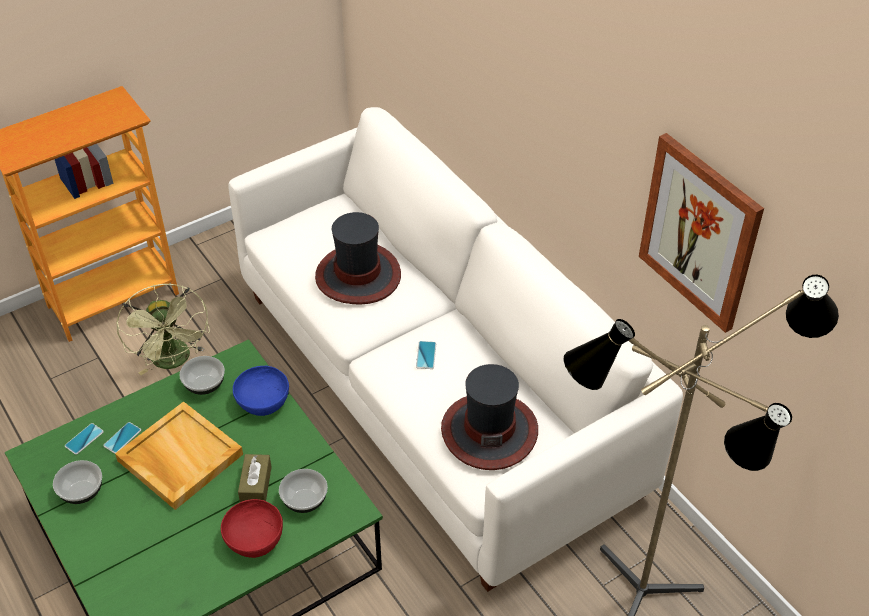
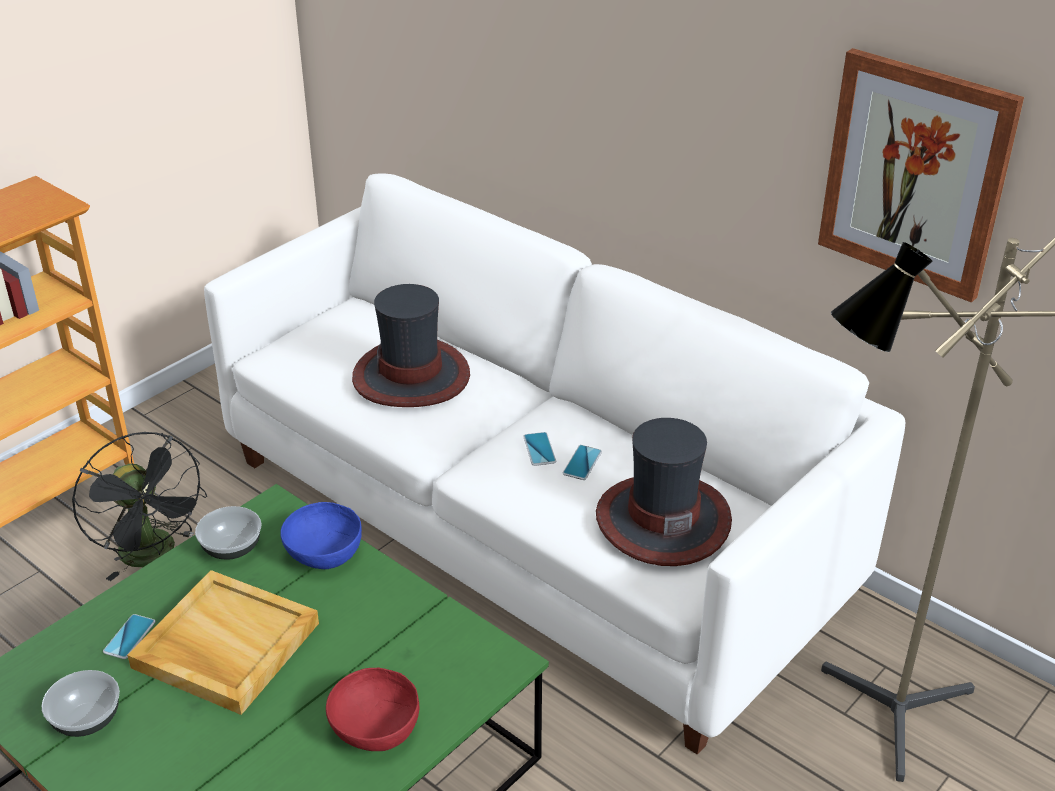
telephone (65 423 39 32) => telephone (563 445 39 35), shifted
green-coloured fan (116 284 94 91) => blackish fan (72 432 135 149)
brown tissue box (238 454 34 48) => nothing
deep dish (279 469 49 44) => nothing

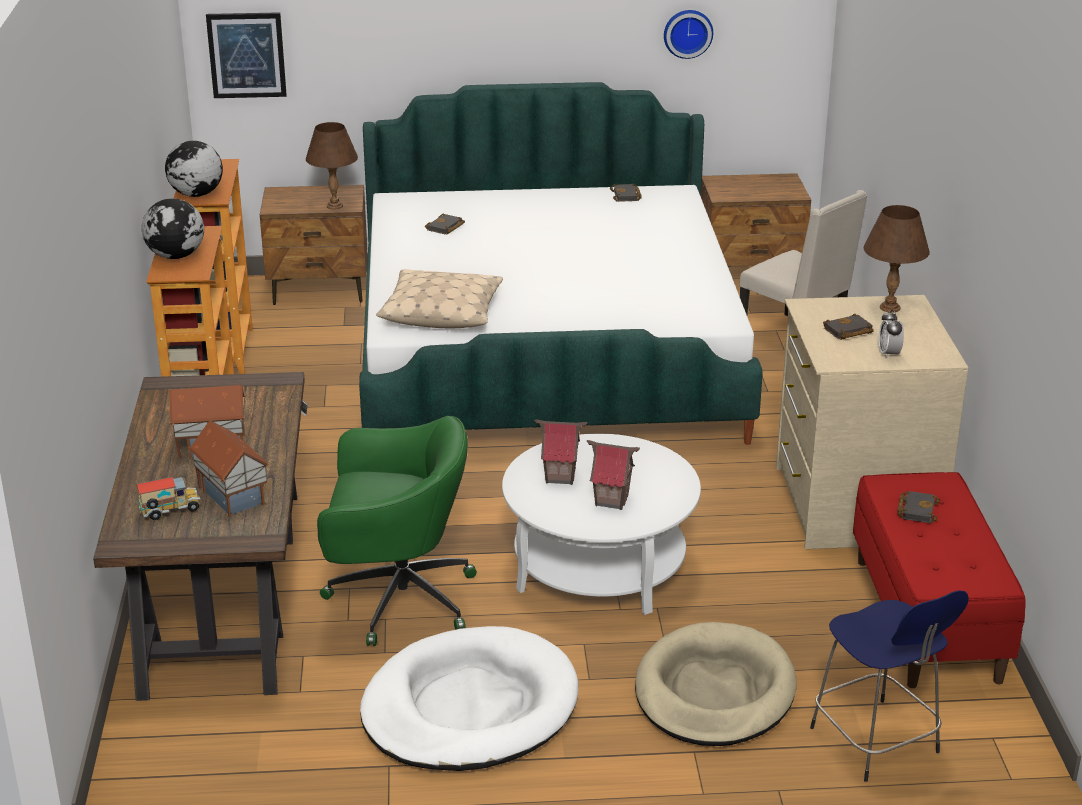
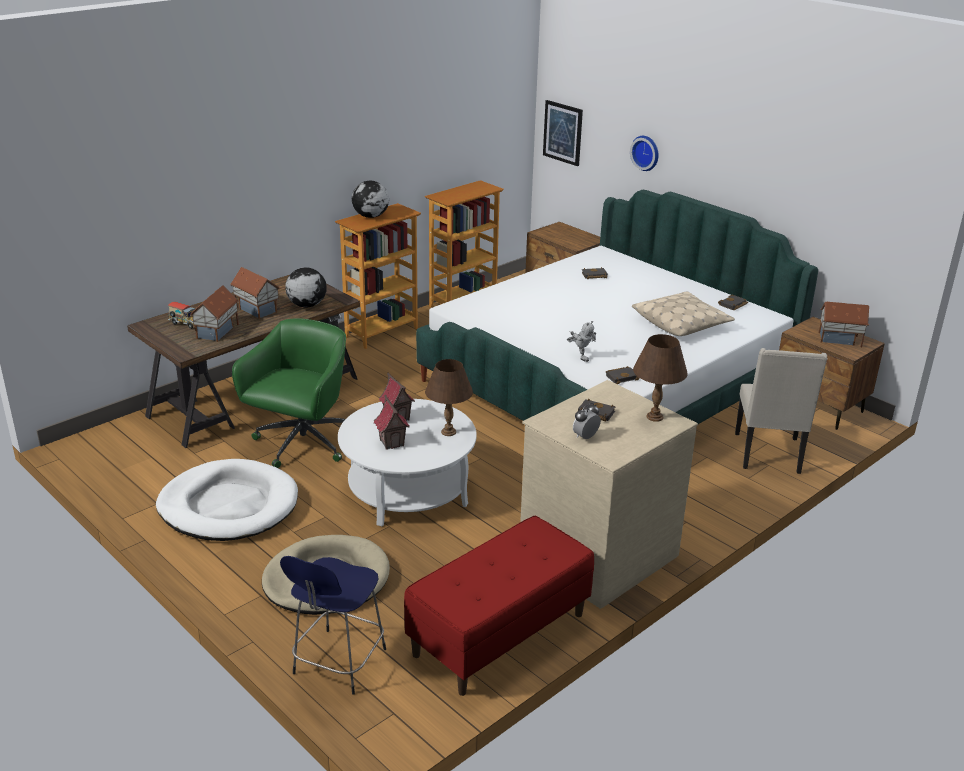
globe (165 141 58 56) => globe (285 267 42 41), shifted
brown table lamp (306 122 52 87) => brown table lamp (425 359 48 77), shifted
green-coloured office chair (317 416 160 230) => green-coloured office chair (232 318 114 150), 120 degrees counterclockwise
beige-coloured cushion (376 269 127 59) => beige-coloured cushion (632 291 103 45), shifted
wall clock (664 10 49 49) => wall clock (630 136 29 35), shifted
blackish book (897 491 43 32) => blackish book (606 366 34 18), shifted
nothing => model robot (567 321 29 41)
nothing => toy house (818 302 51 45)

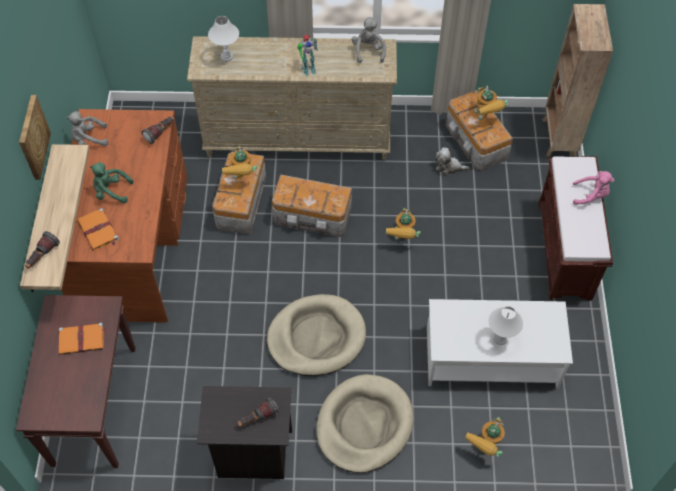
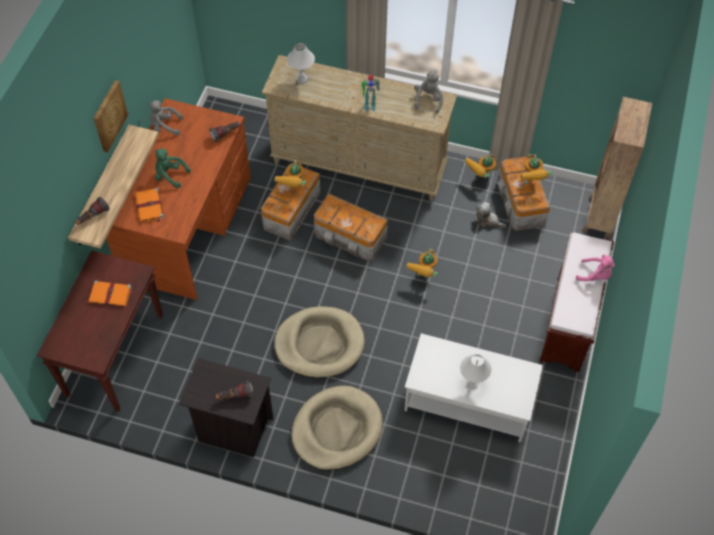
model robot (465 417 40 40) => model robot (465 154 32 24), shifted

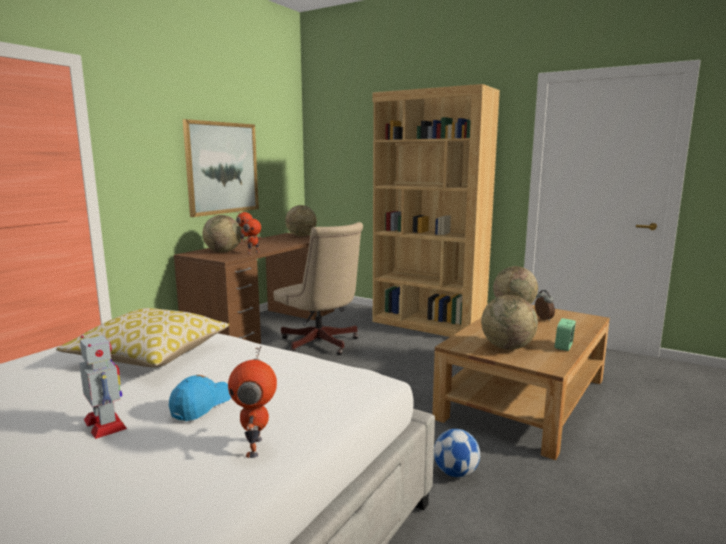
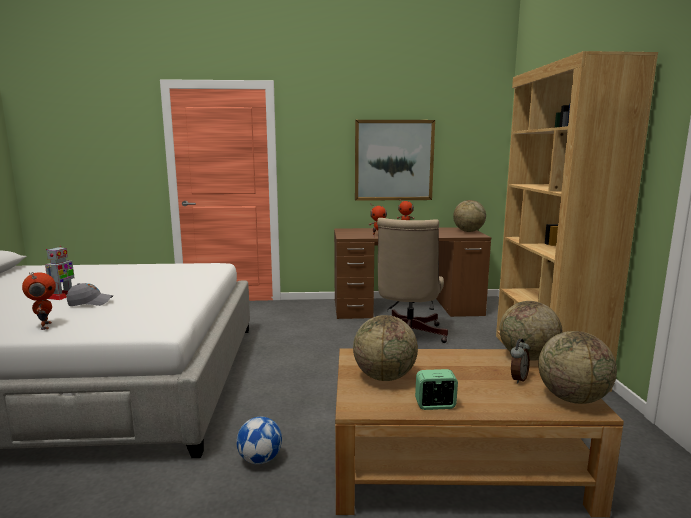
cushion (56 308 173 59) => nothing
blue-coloured baseball cap (169 375 62 46) => gray baseball cap (67 283 46 23)
globe (202 215 39 38) => globe (538 331 79 73), shifted
model robot (228 345 49 113) => model robot (22 272 34 58), 105 degrees clockwise

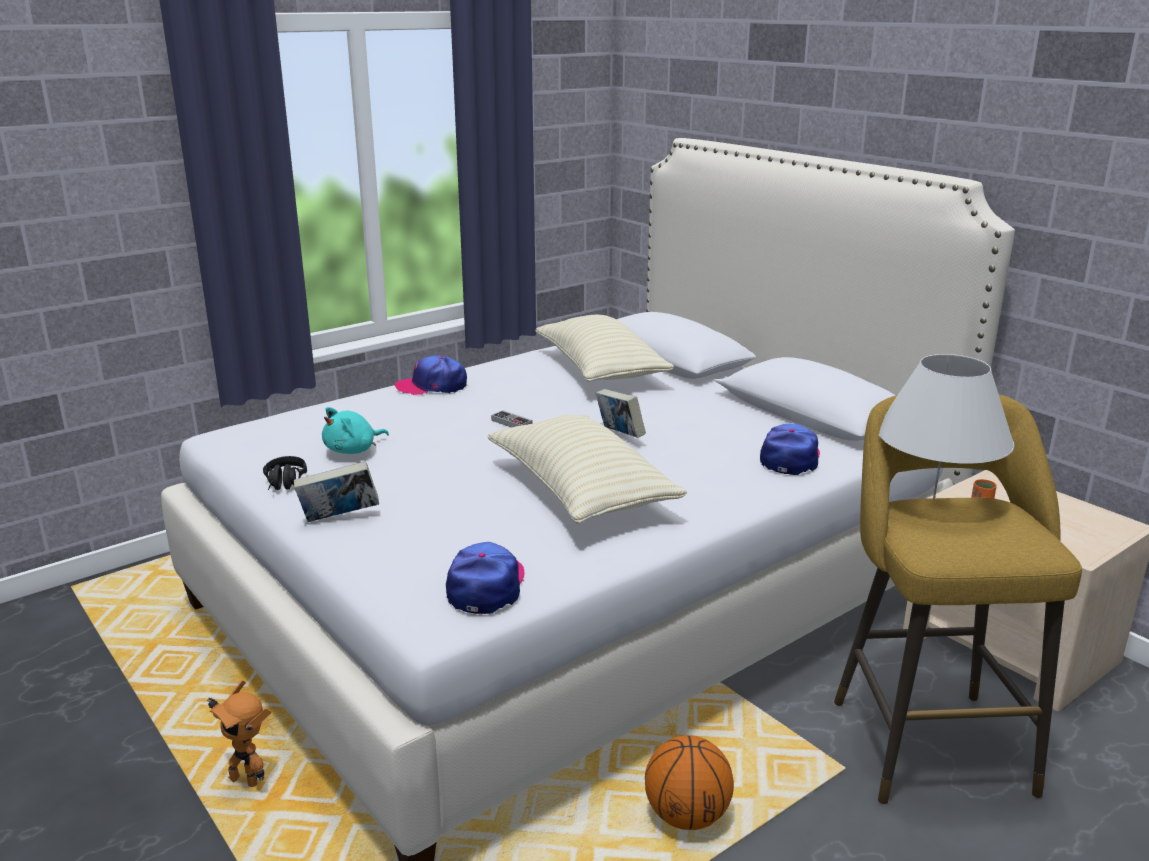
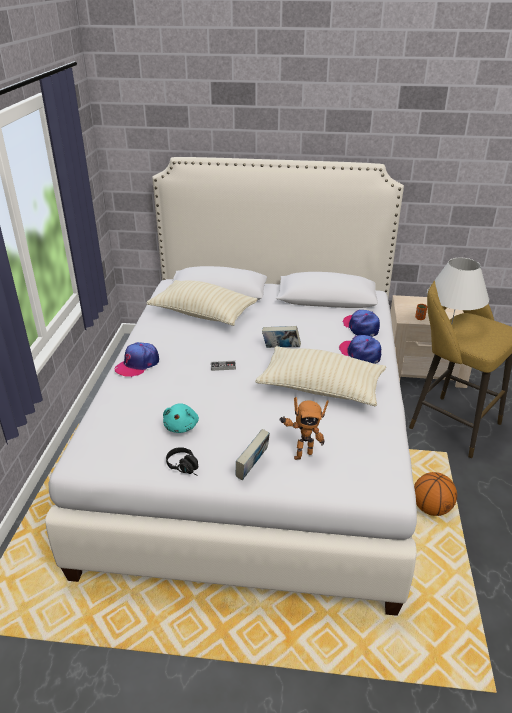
model robot (207 680 64 107) => model robot (279 397 50 63), shifted
baseball cap (446 542 79 72) => baseball cap (339 335 42 29), shifted

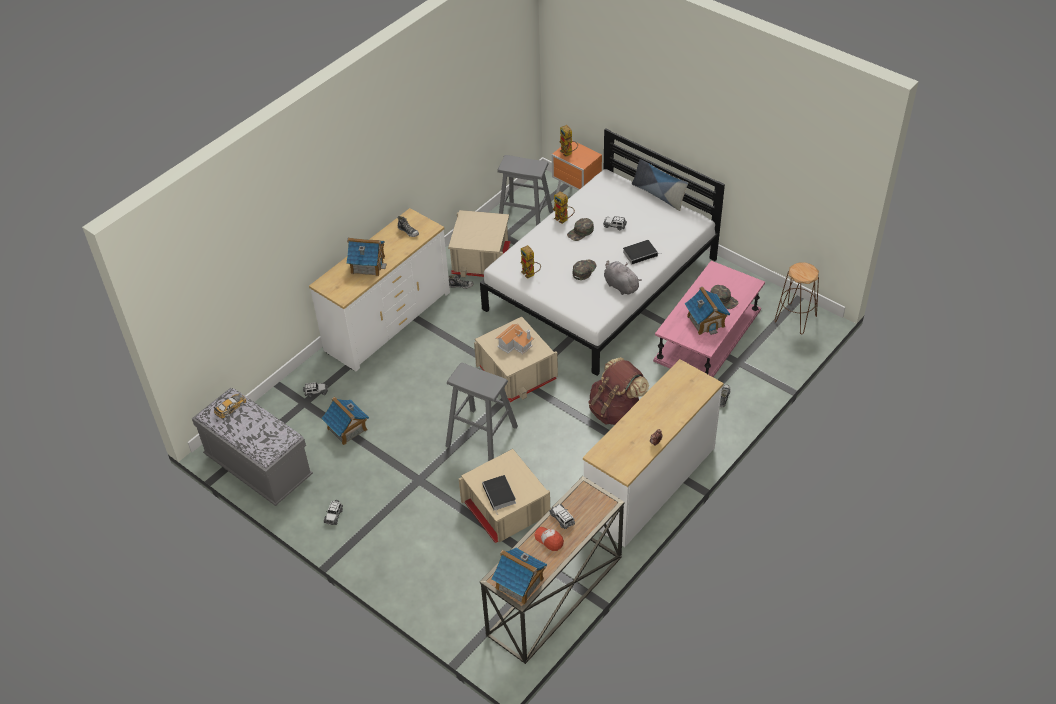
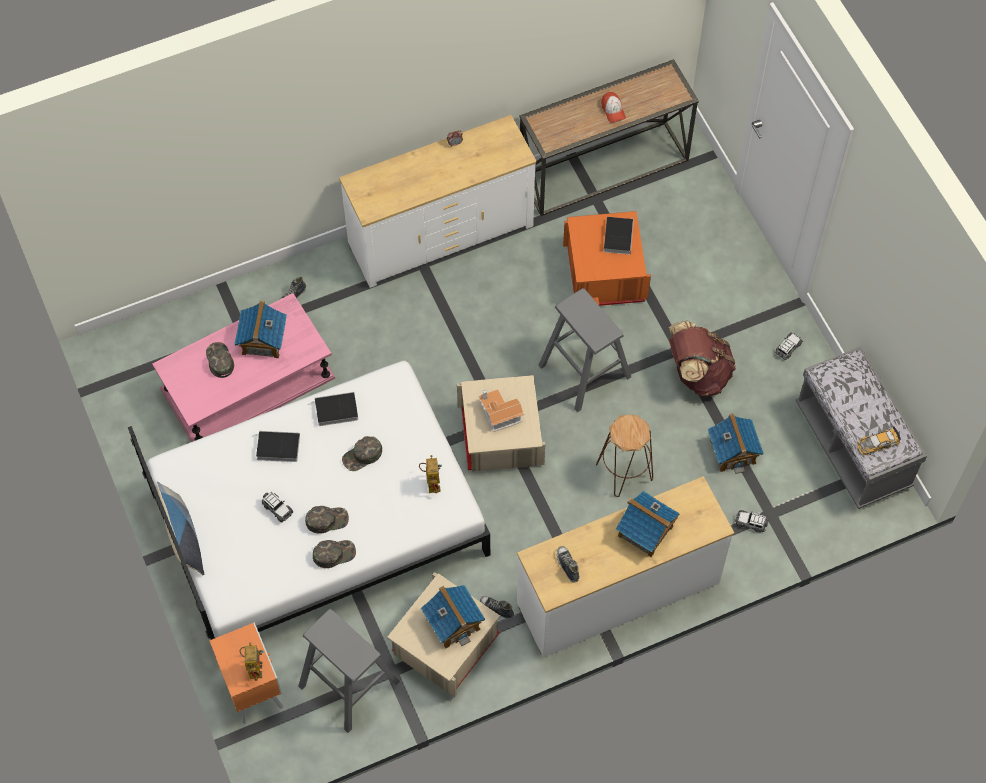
beige-coloured storage bin (459 449 91 94) => orange storage bin (563 211 88 95)
toy house (491 548 56 57) => toy house (421 585 64 64), shifted
miniature car (549 504 26 25) => nothing
model robot (552 191 23 33) => green-coloured baseball cap (313 540 43 28)
brown knapsack (588 357 61 68) => brown knapsack (669 321 67 76), shifted
gray plush toy (604 261 38 34) => book (308 392 50 34)
brown stool seat (774 262 45 72) => brown stool seat (596 415 57 82), shifted

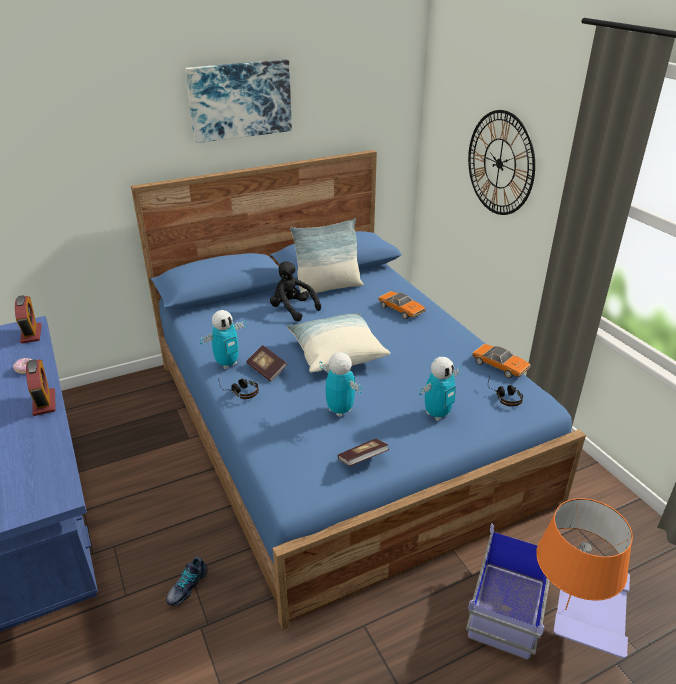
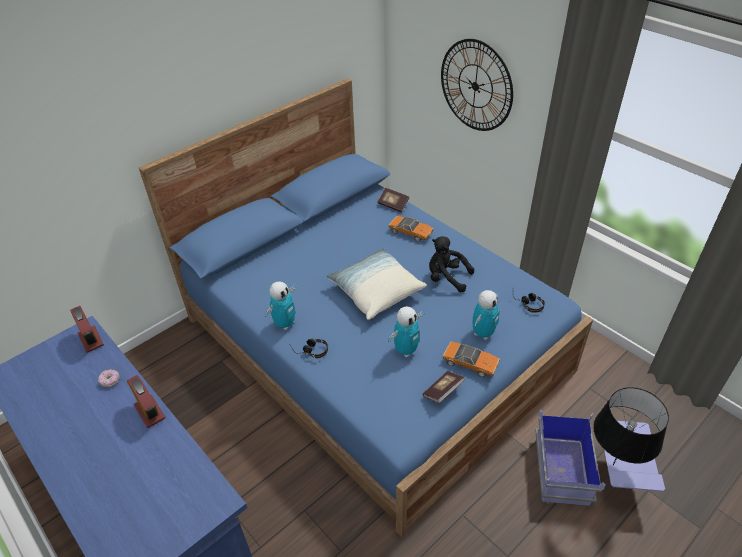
item of footwear (166 556 42 50) => nothing
wall picture (185 59 107 84) => nothing
book (246 345 41 37) => book (378 188 31 25), shifted
blackish plush toy (270 261 51 61) => blackish plush toy (429 236 45 56), shifted
cushion (290 218 73 77) => nothing
model robot (319 352 43 65) => model robot (388 306 37 51), 105 degrees clockwise
miniature car (472 344 59 34) => miniature car (443 341 57 36), shifted
orange table lamp (536 498 97 112) => blackish table lamp (593 387 76 78)

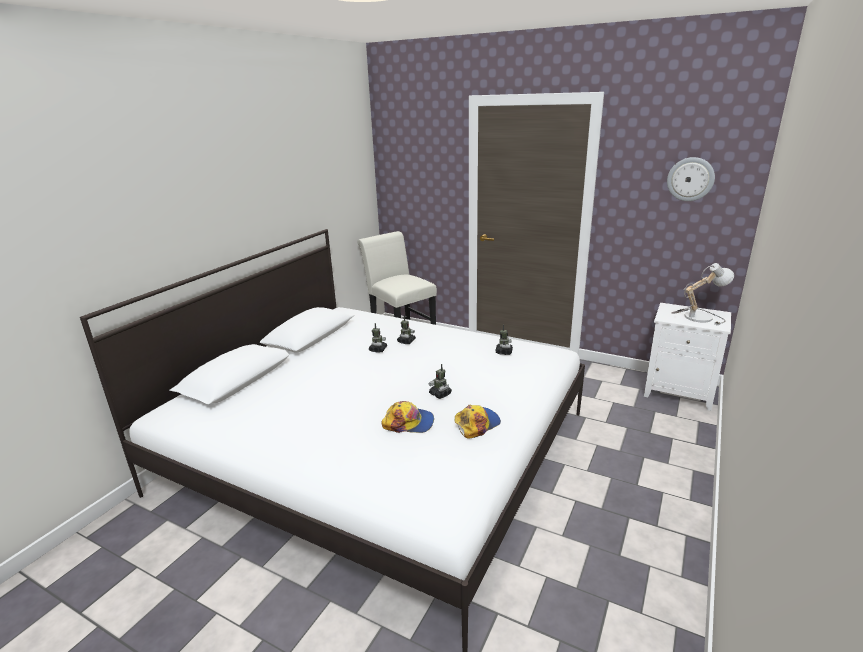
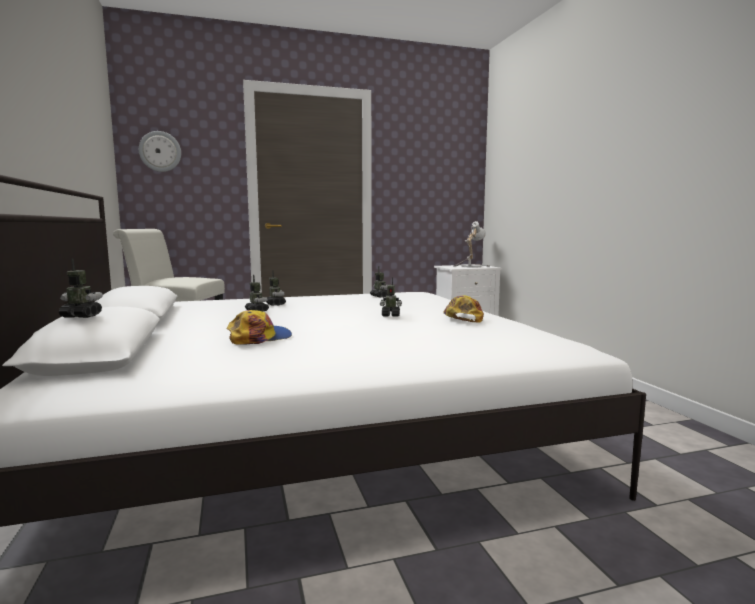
baseball cap (381 401 53 32) => baseball cap (227 310 65 35), shifted
wall clock (667 157 48 44) => wall clock (139 131 42 41), shifted
nothing => model robot (59 258 44 60)

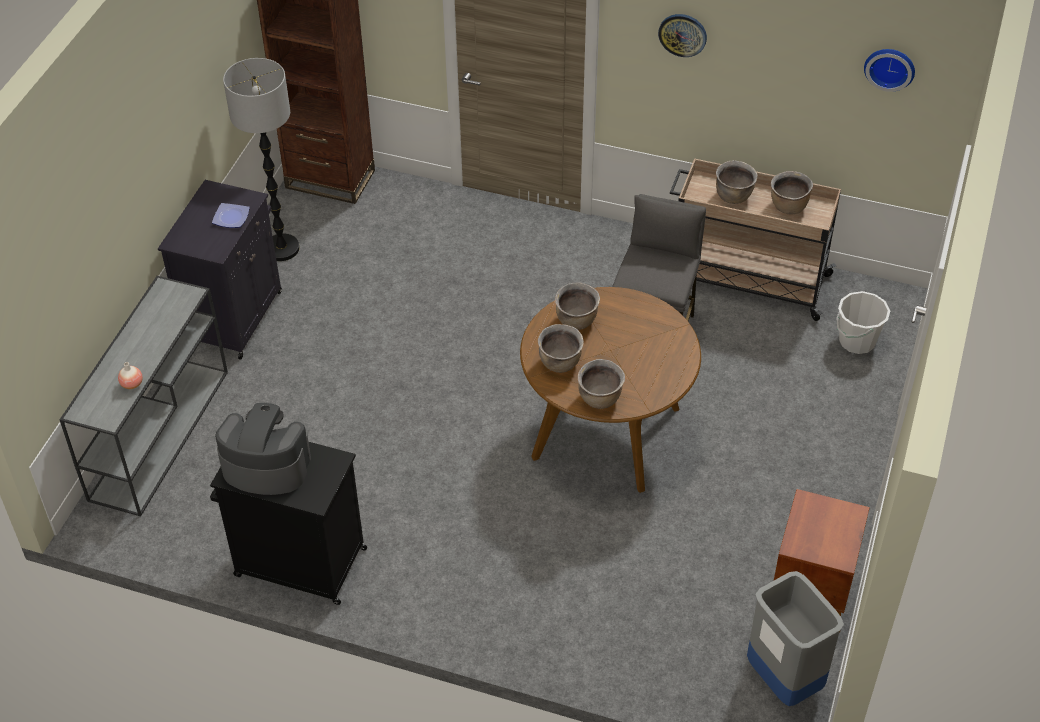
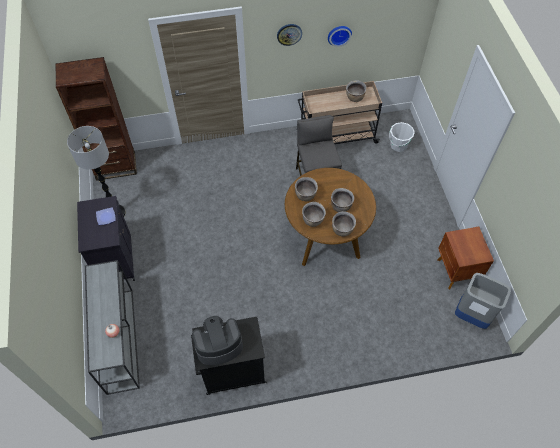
brown saucepot (716 160 41 44) => brown saucepot (331 188 23 24), shifted
wall clock (864 49 51 43) => wall clock (328 26 24 21), shifted

